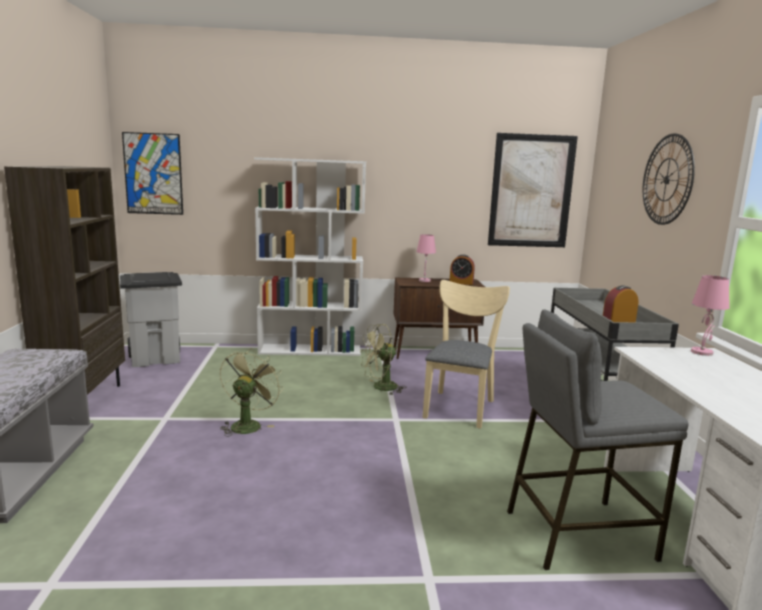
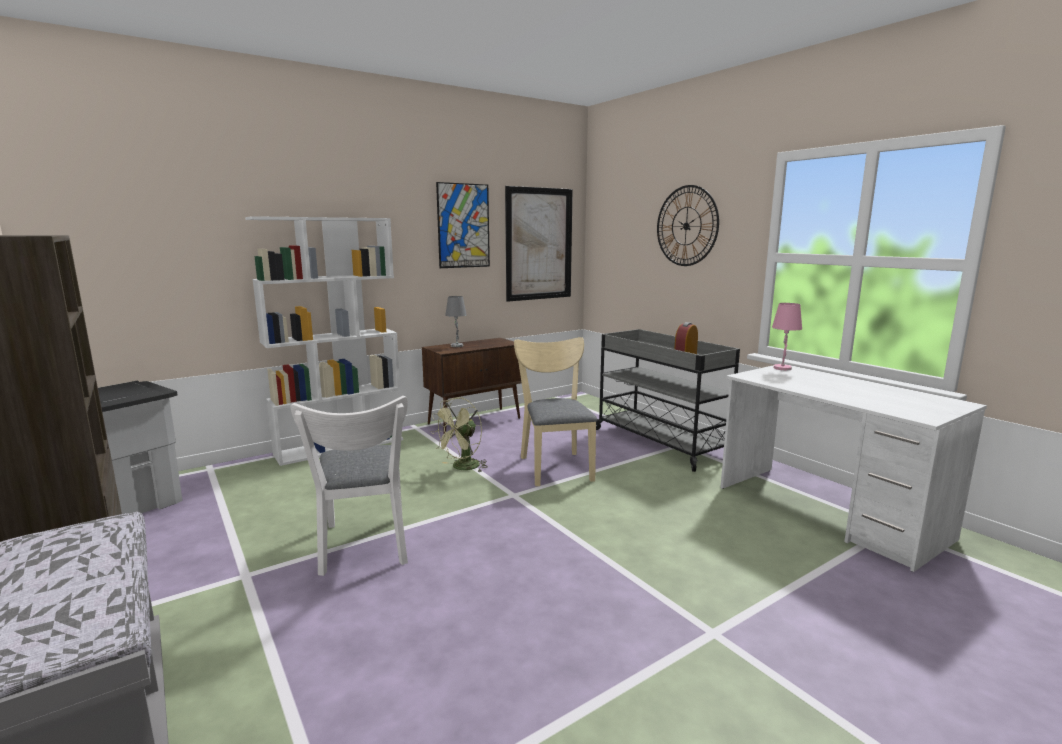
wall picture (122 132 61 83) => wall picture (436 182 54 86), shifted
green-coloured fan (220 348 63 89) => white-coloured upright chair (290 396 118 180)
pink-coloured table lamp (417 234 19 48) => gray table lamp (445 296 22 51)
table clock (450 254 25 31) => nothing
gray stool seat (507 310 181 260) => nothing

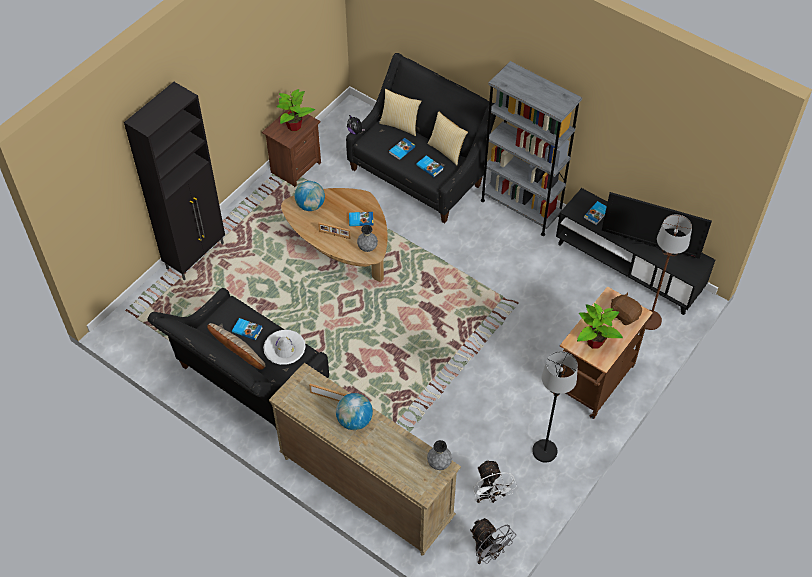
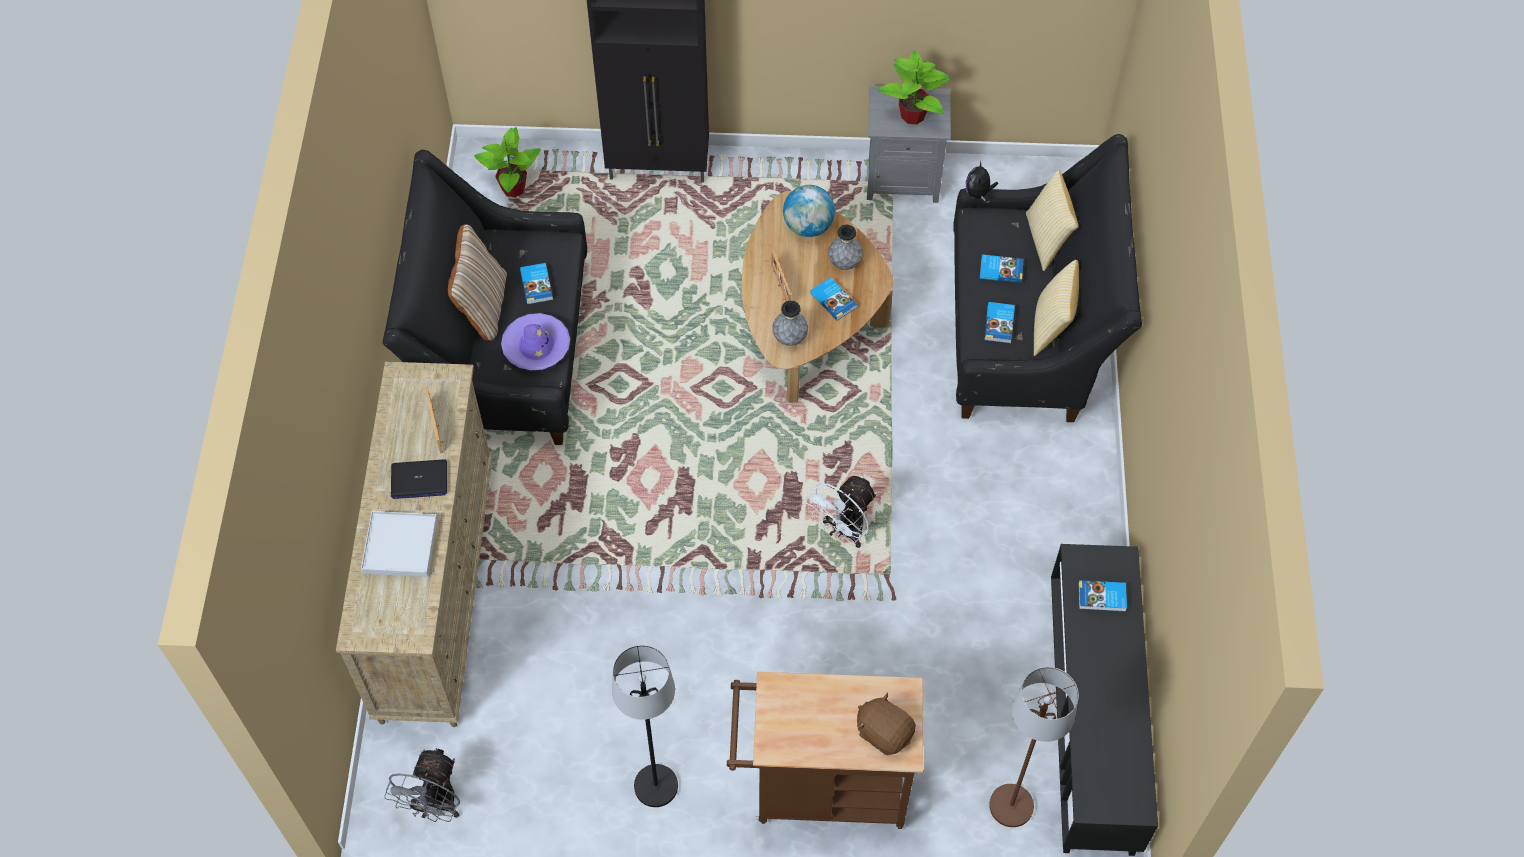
brown night table (262 110 59 77) => gray night table (867 86 84 117)
white-coloured wearable hat (263 330 43 35) => purplish wearable hat (501 313 69 57)
globe (336 393 37 37) => portable computer (391 459 56 40)
gray vase (427 440 25 30) => gray vase (828 225 35 45), shifted
white-coloured fan (473 459 44 44) => white-coloured fan (806 476 71 72), shifted
gray shelving unit (481 61 101 175) => nothing
potted plant (577 303 46 46) => potted plant (474 127 67 70), shifted
TV set (602 192 110 67) => nothing
brown plush toy (611 292 31 33) => brown plush toy (857 693 59 62), 60 degrees counterclockwise
nothing => white-coloured serving tray (361 511 77 66)

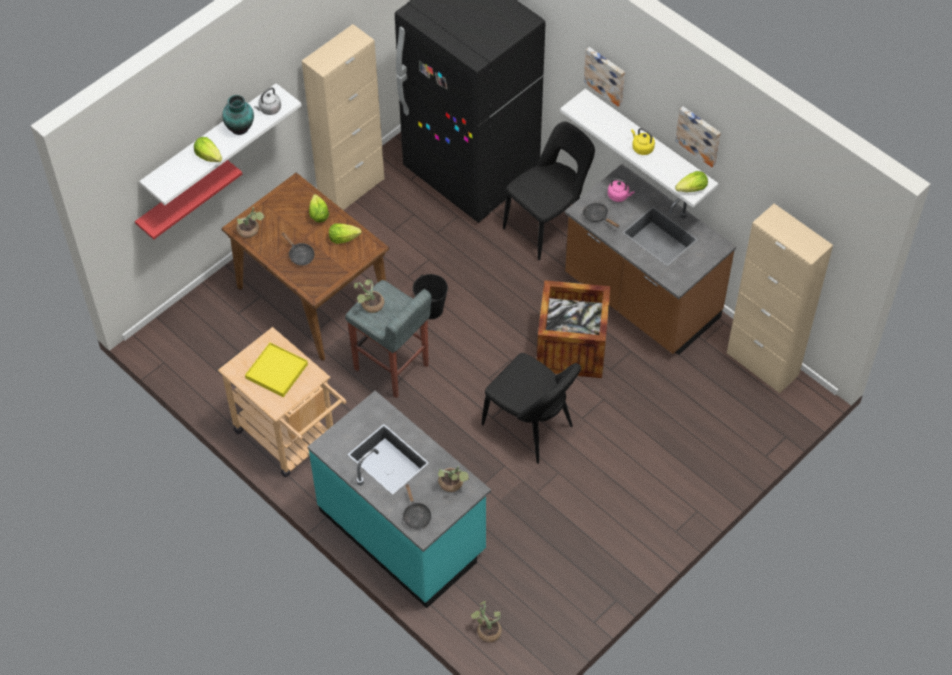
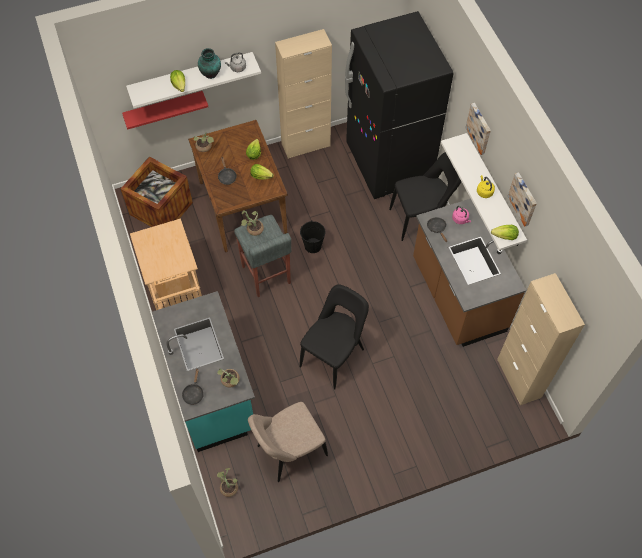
yellow-coloured serving tray (245 343 63 54) => nothing
blackish upright chair (482 353 99 111) => blackish upright chair (300 284 69 106), 120 degrees counterclockwise
shipping crate (537 280 74 98) => shipping crate (121 157 72 70), shifted
nothing => beige-coloured upright chair (248 402 80 80)

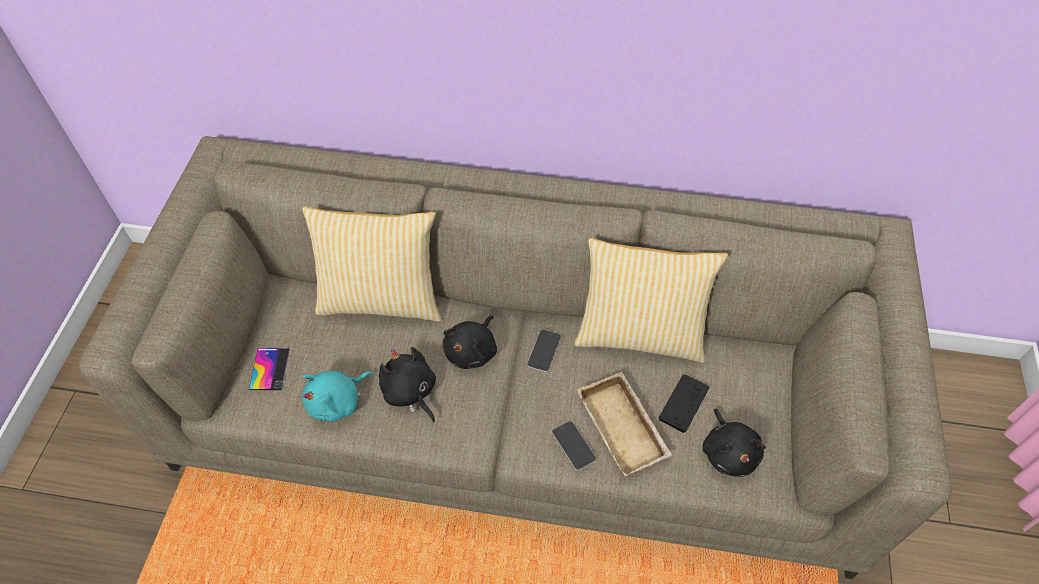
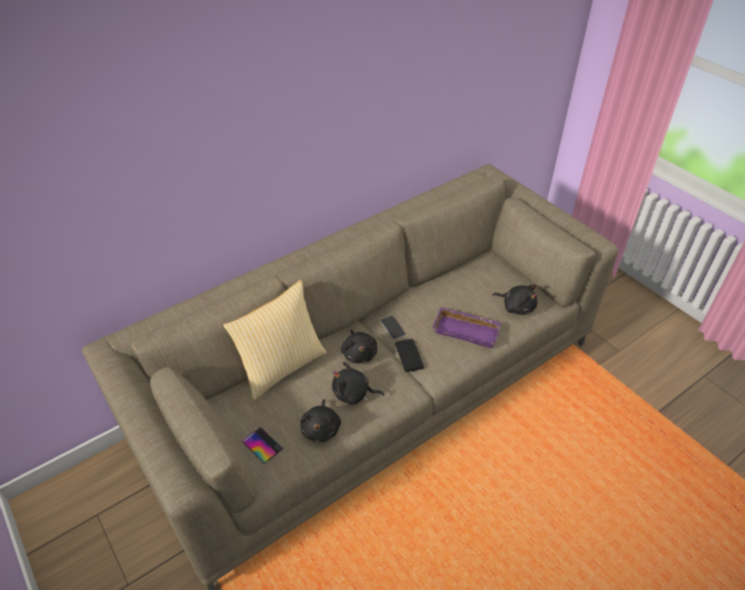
turquoise plush toy (302 371 71 50) => blackish plush toy (300 399 41 43)
telephone (551 421 46 50) => nothing
cushion (574 238 154 125) => nothing
beige-coloured serving tray (577 372 95 105) => purplish serving tray (433 307 68 41)
blackish game controller (659 374 50 59) => blackish game controller (395 339 29 33), shifted

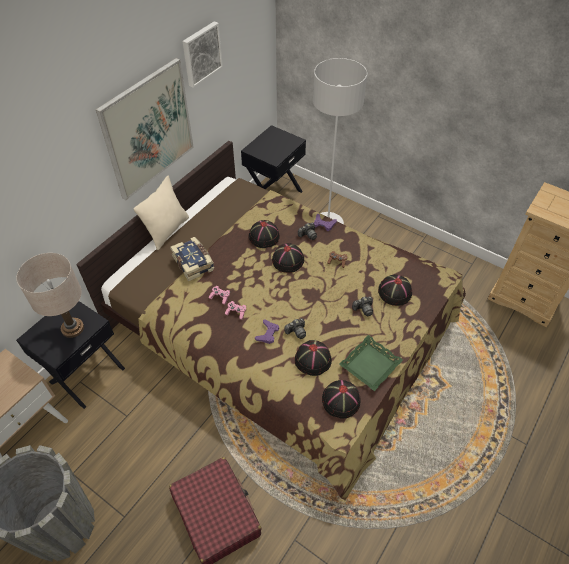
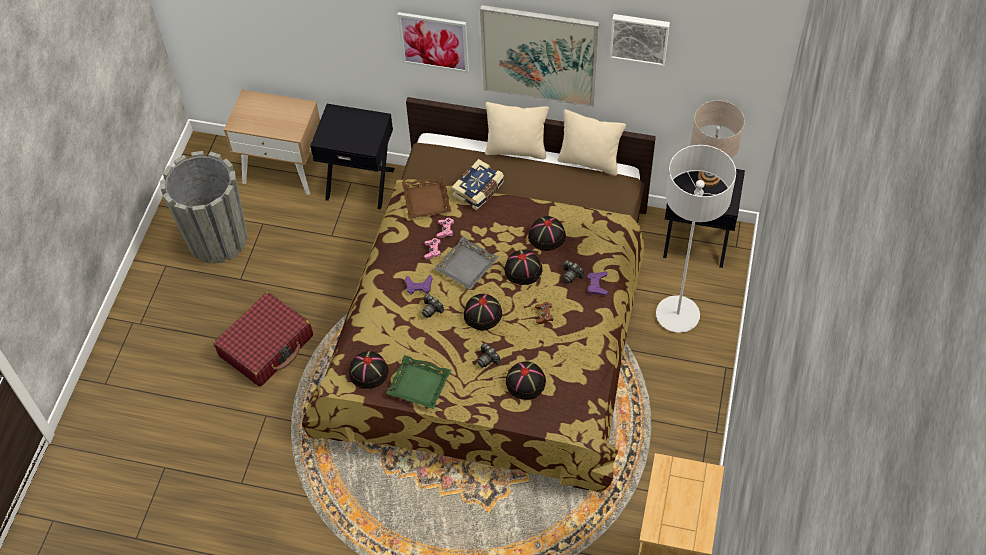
beige-coloured table lamp (16 253 68 85) => beige-coloured table lamp (691 101 54 86), shifted
blackish wearable hat (295 340 37 36) => blackish wearable hat (464 294 38 36), shifted
nothing => wall picture (397 12 72 61)
nothing => brown serving tray (402 176 49 43)
nothing => gray serving tray (434 237 64 53)
nothing => beige-coloured cushion (558 109 68 67)

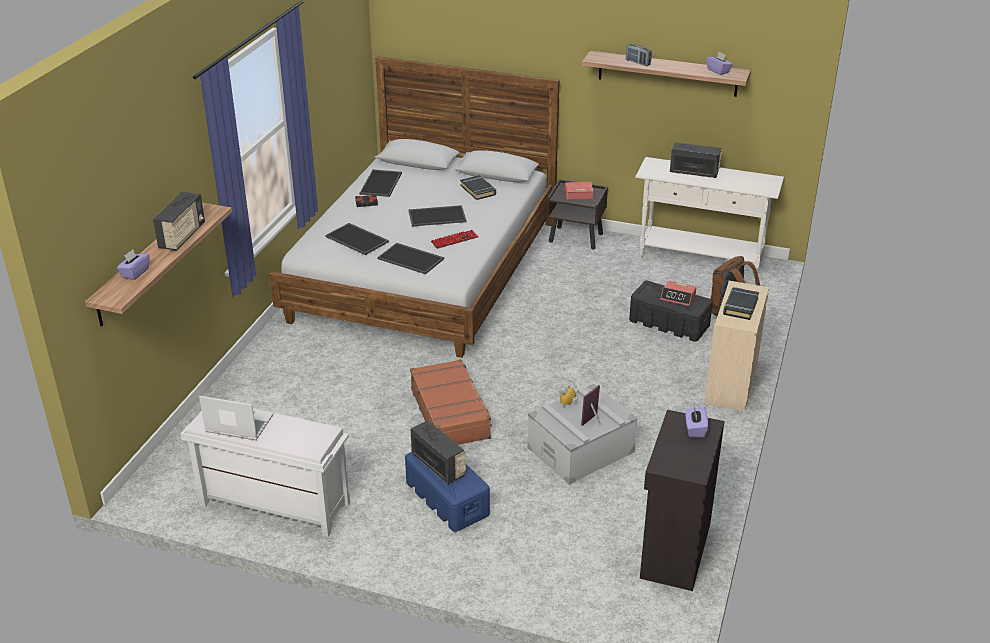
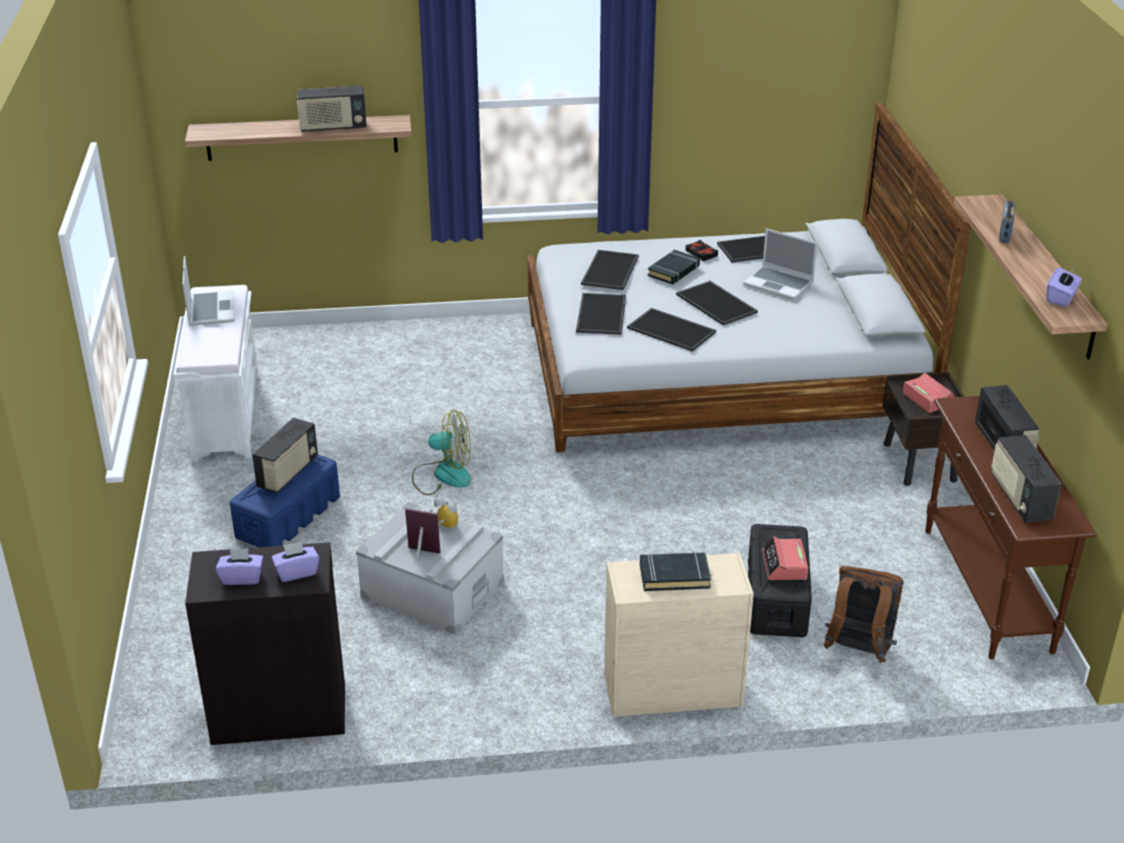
purplish tissue box (117 250 33 30) => purplish tissue box (216 548 48 37), shifted
brown piece of luggage (410 359 82 86) => fan (412 410 59 85)
keyboard (431 230 47 19) => serving tray (627 308 89 44)
blackish book (460 175 36 25) => blackish book (648 250 52 34), shifted
white-coloured hall table (635 157 149 116) => brown hall table (925 396 172 263)
nothing => portable computer (743 228 74 72)
nothing => radio set (991 435 70 88)

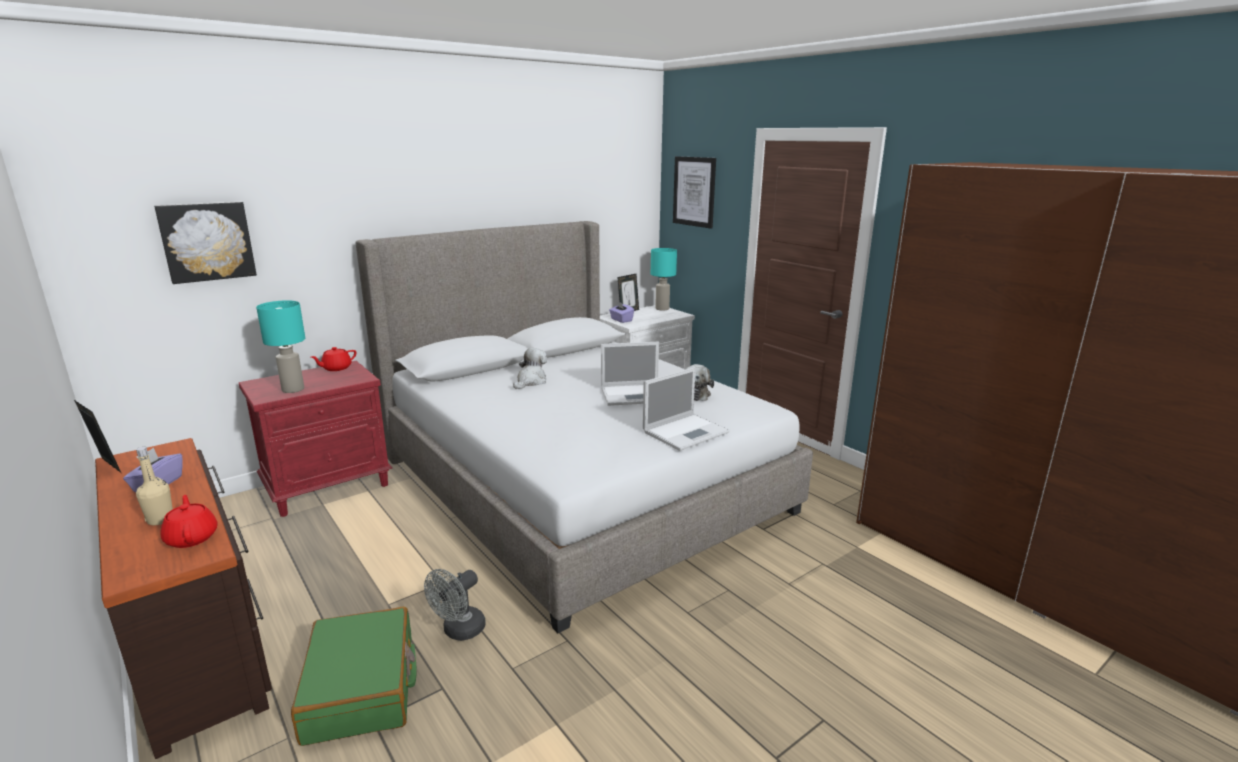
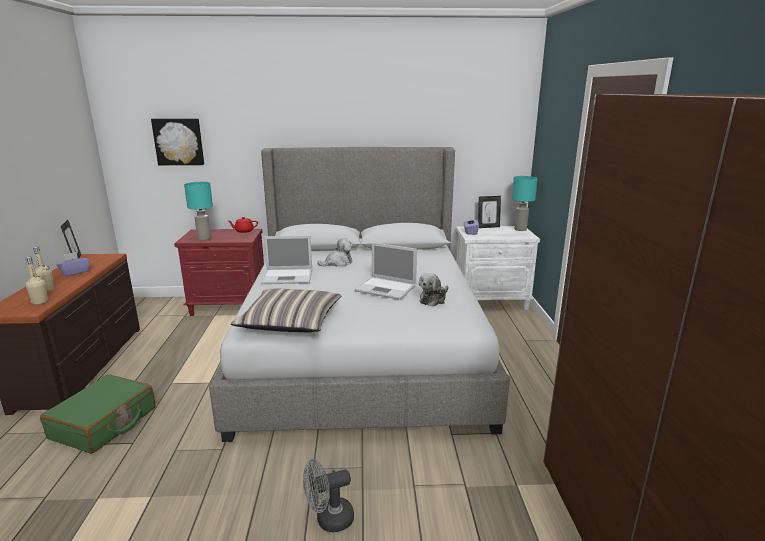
reddish pot for tea (160 495 57 53) => beige-coloured drink bottle (26 257 22 48)
gray fan (424 569 62 72) => gray fan (303 459 51 73), shifted
portable computer (643 367 87 84) => portable computer (261 236 51 48), shifted
wall picture (673 156 43 73) => nothing
nothing => cushion (231 289 111 44)

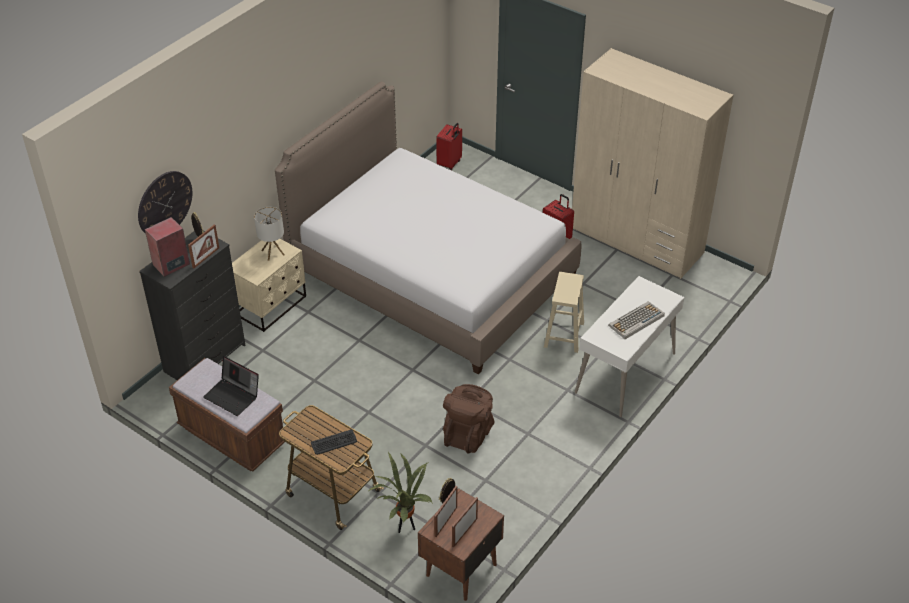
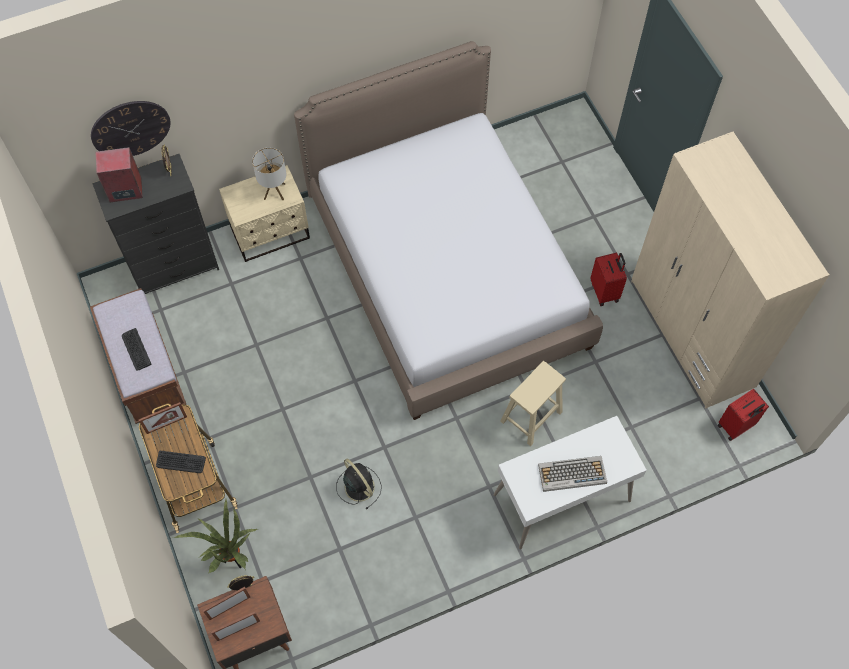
picture frame (188 224 31 45) => picture frame (139 402 48 32), shifted
portable computer (203 356 56 60) => keyboard (122 328 29 43)
reddish piece of luggage (436 123 26 48) => reddish piece of luggage (718 389 51 52), shifted
brown knapsack (443 384 51 70) => blackish fan (336 459 46 50)

